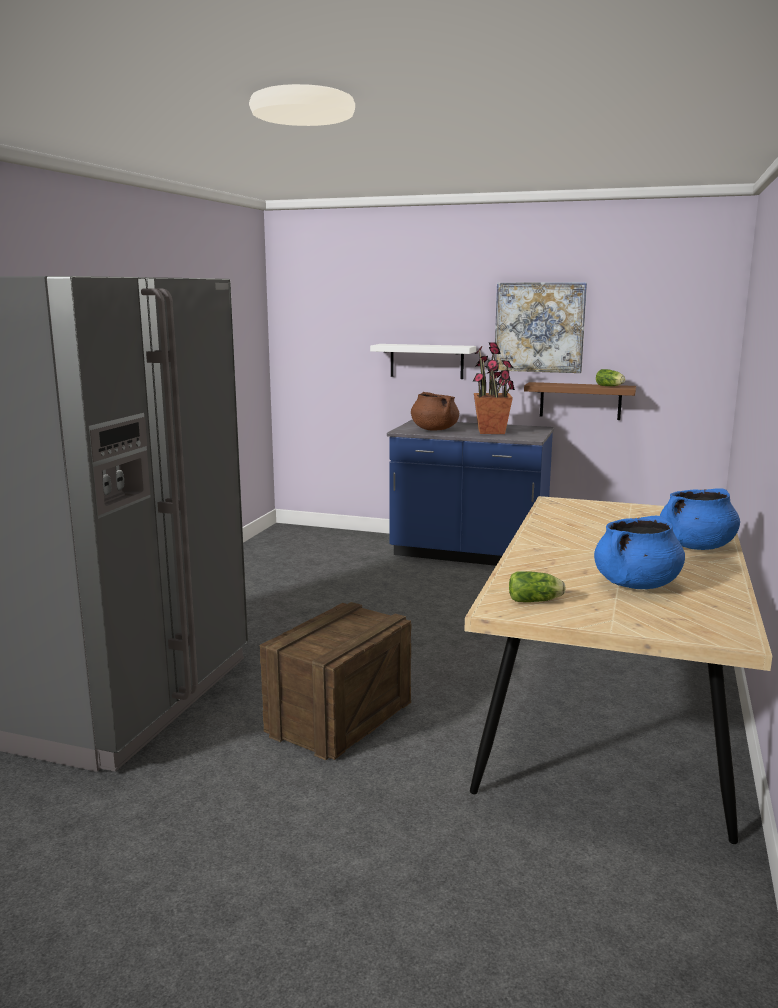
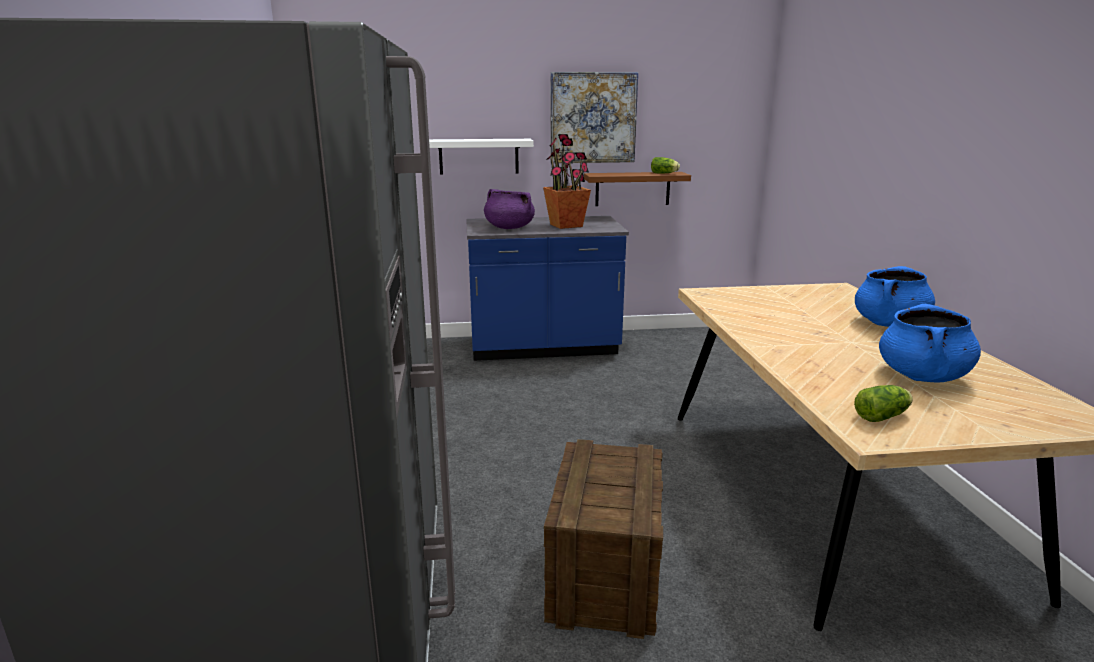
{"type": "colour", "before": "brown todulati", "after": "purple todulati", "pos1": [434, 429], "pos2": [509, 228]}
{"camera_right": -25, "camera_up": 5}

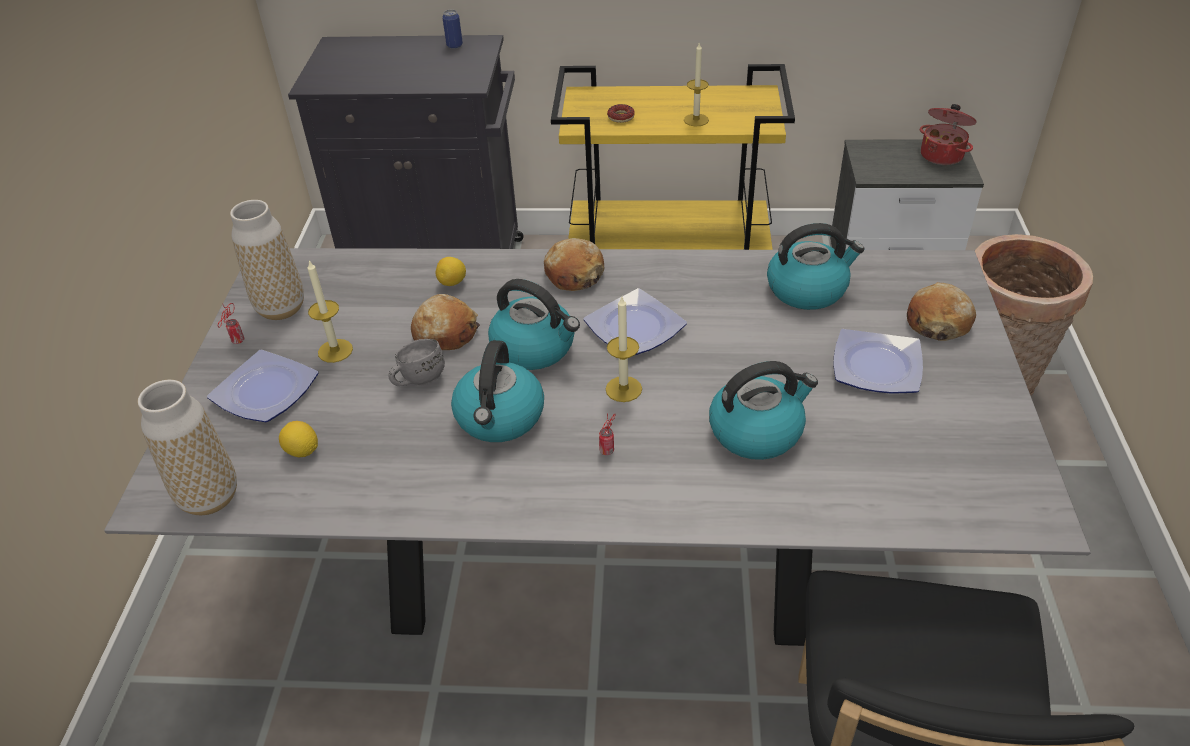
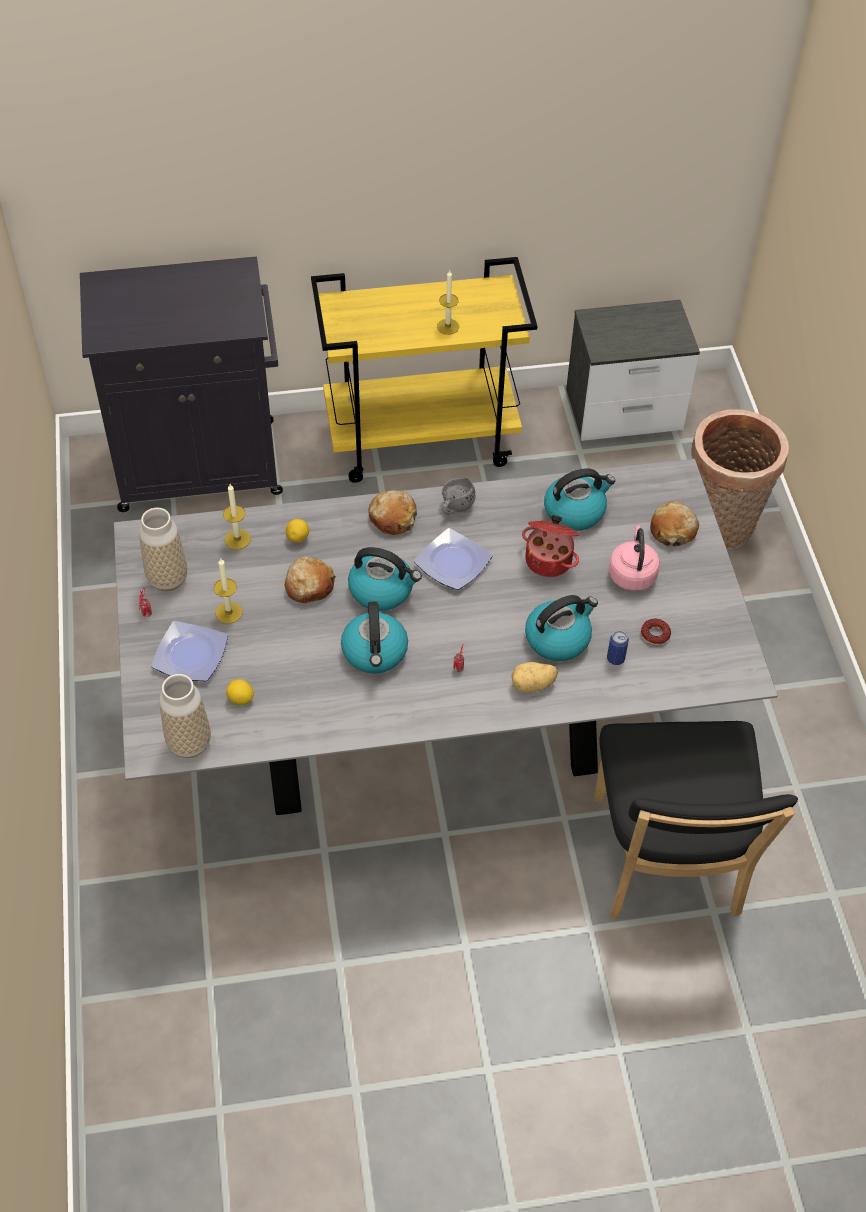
{"type": "relocated", "before": "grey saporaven", "pos1": [417, 379], "pos2": [454, 507]}
{"type": "relocated", "before": "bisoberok", "pos1": [454, 45], "pos2": [615, 658]}
{"type": "relocated", "before": "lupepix", "pos1": [623, 389], "pos2": [237, 539]}
{"type": "relocated", "before": "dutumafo", "pos1": [621, 117], "pos2": [655, 634]}
{"type": "exchanged", "before": "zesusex", "after": "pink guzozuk", "pos1": [875, 365], "pos2": [632, 574]}
{"type": "relocated", "before": "todulati", "pos1": [942, 155], "pos2": [549, 559]}
{"type": "appeared", "after": "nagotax", "pos2": [533, 685]}
{"camera_right": -15, "camera_up": 10}

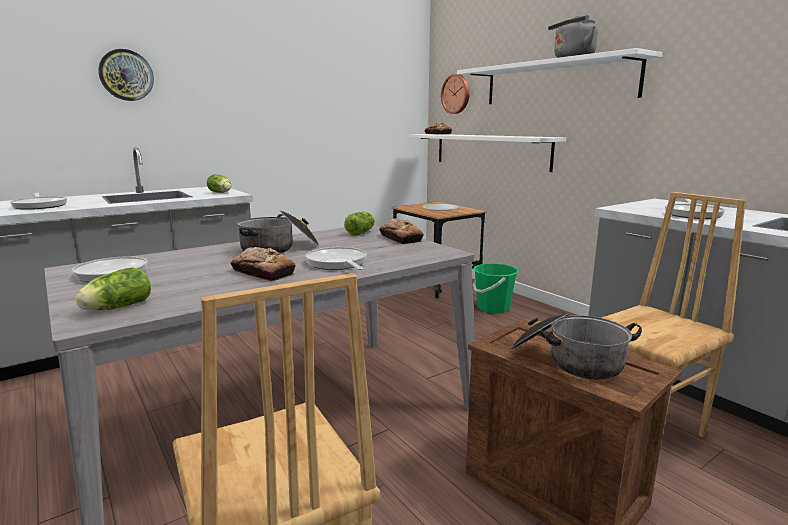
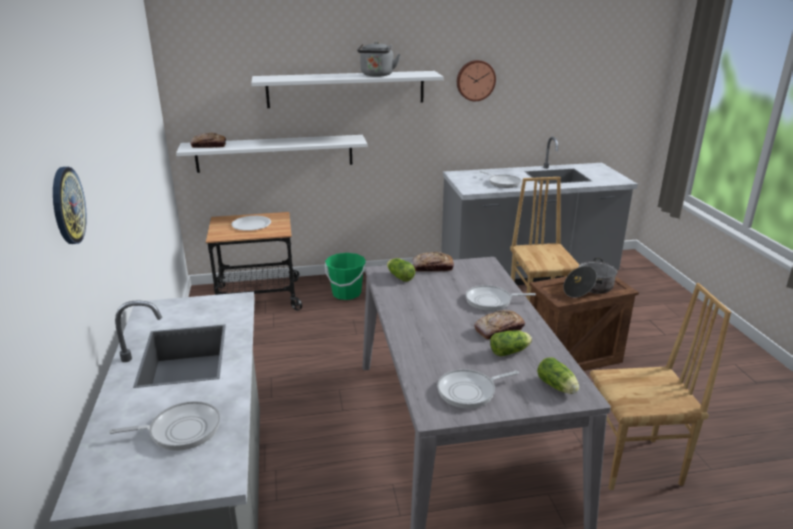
{"type": "relocated", "before": "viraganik", "pos1": [221, 193], "pos2": [511, 351]}
{"type": "missing", "before": "todulati", "pos1": [279, 248]}
{"type": "relocated", "before": "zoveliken", "pos1": [456, 94], "pos2": [475, 80]}
{"camera_right": -65, "camera_up": 10}

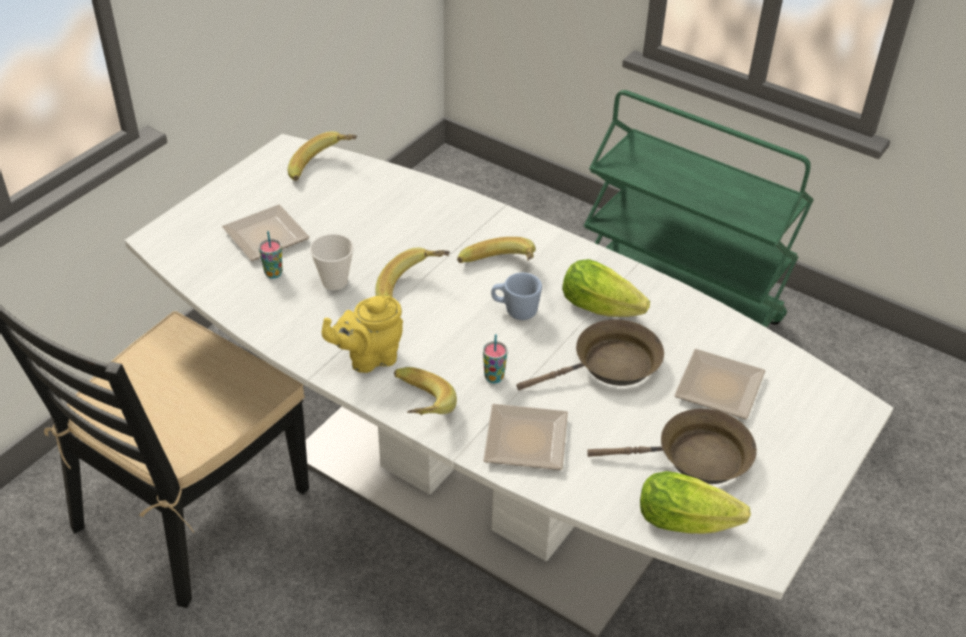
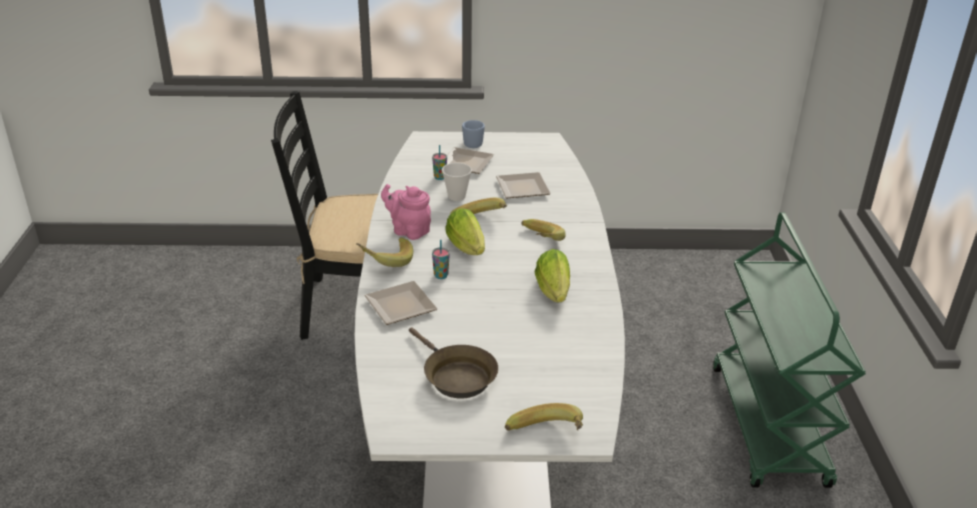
{"type": "relocated", "before": "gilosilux", "pos1": [323, 169], "pos2": [547, 437]}
{"type": "colour", "before": "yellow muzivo", "after": "pink muzivo", "pos1": [369, 358], "pos2": [408, 231]}
{"type": "relocated", "before": "blue saporaven", "pos1": [515, 311], "pos2": [471, 143]}
{"type": "missing", "before": "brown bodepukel", "pos1": [610, 365]}
{"type": "relocated", "before": "viraganik", "pos1": [691, 521], "pos2": [467, 248]}
{"type": "relocated", "before": "zesusex", "pos1": [715, 388], "pos2": [520, 188]}
{"camera_right": 55, "camera_up": -10}

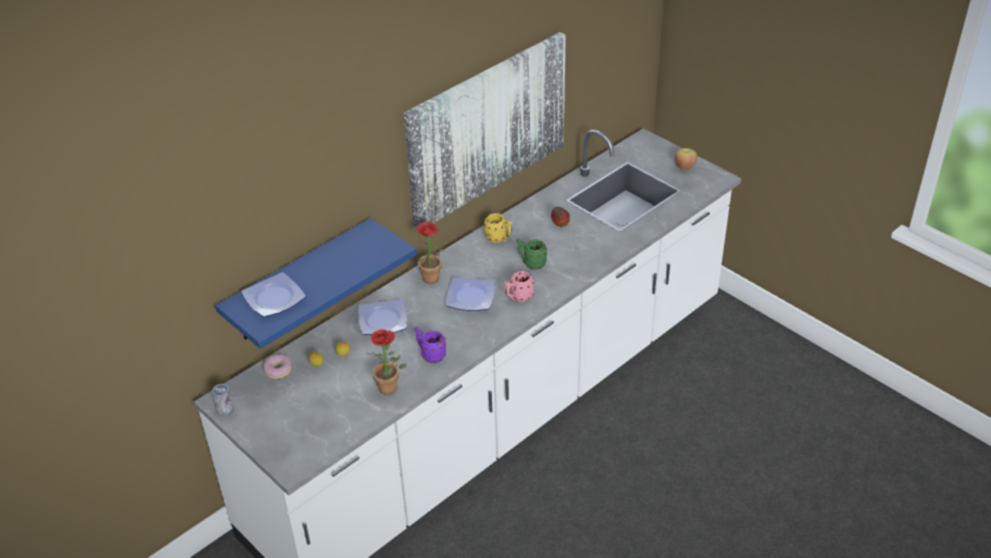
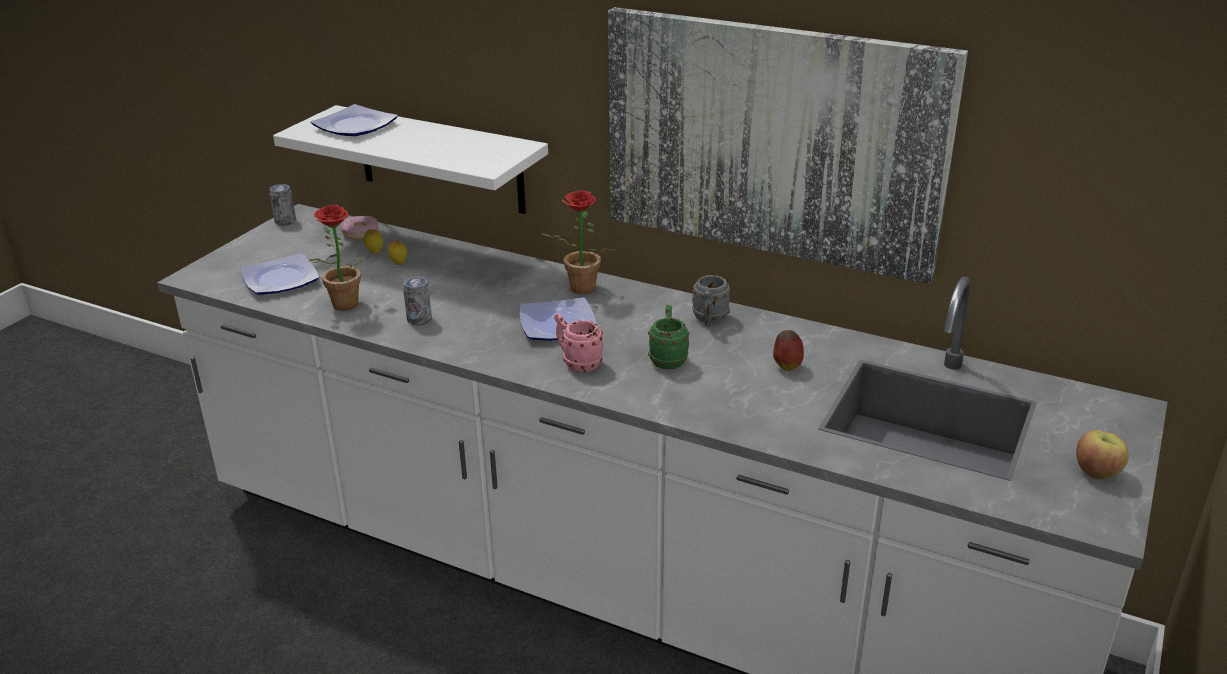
{"type": "colour", "before": "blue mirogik", "after": "white mirogik", "pos1": [299, 281], "pos2": [440, 160]}
{"type": "relocated", "before": "zesusex", "pos1": [383, 321], "pos2": [279, 280]}
{"type": "exchanged", "before": "purple saporaven", "after": "bisoberok", "pos1": [430, 355], "pos2": [419, 320]}
{"type": "colour", "before": "yellow saporaven", "after": "grey saporaven", "pos1": [499, 239], "pos2": [709, 320]}
{"camera_right": 70, "camera_up": -10}

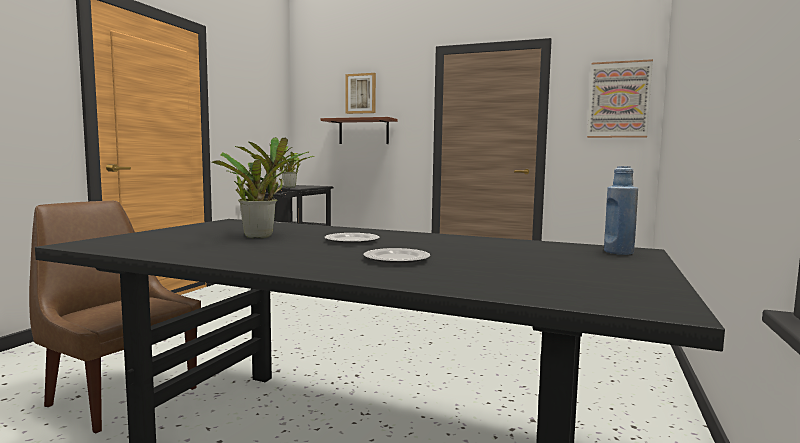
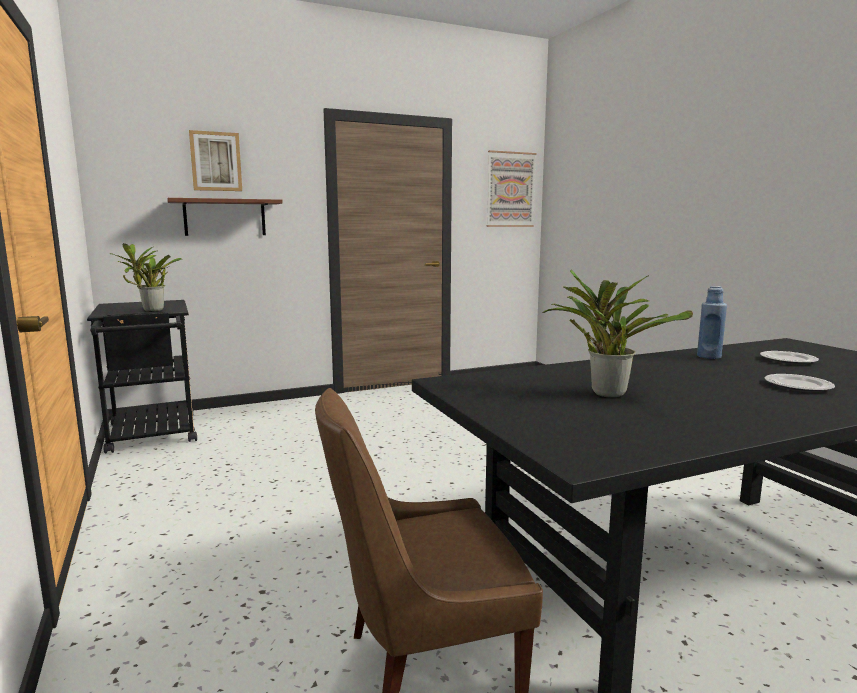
{"type": "relocated", "before": "zesusex", "pos1": [352, 241], "pos2": [788, 360]}
{"type": "relocated", "before": "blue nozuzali", "pos1": [618, 252], "pos2": [709, 356]}
{"camera_right": -45, "camera_up": 5}

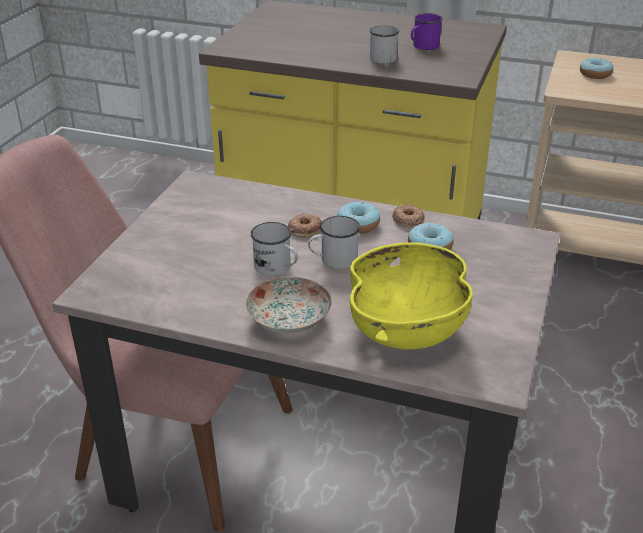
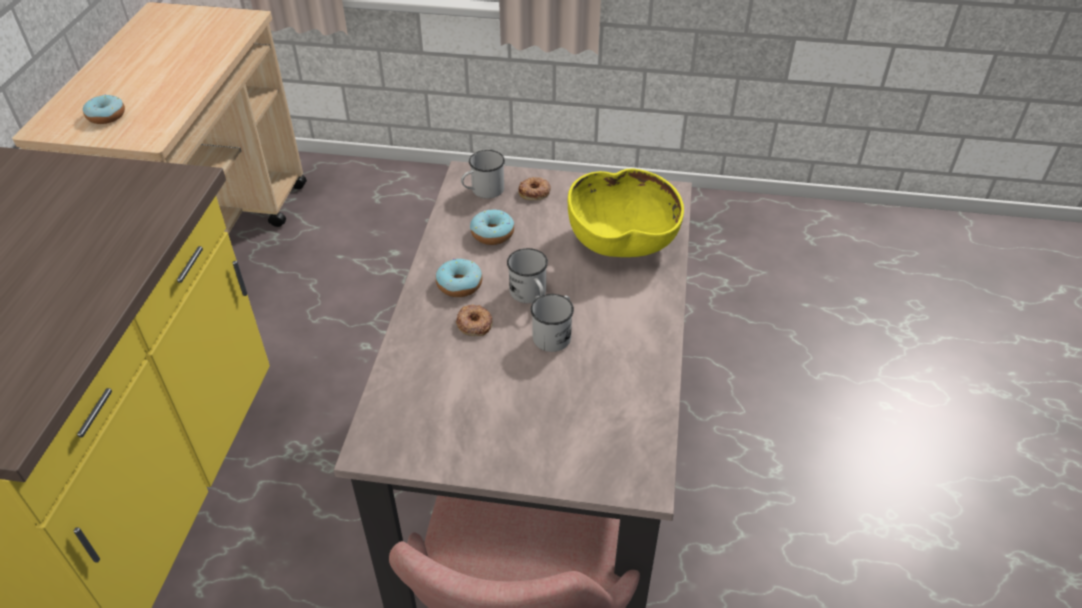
{"type": "missing", "before": "zesusex", "pos1": [289, 319]}
{"type": "relocated", "before": "white saporaven", "pos1": [381, 57], "pos2": [483, 191]}
{"type": "relocated", "before": "dutumafo", "pos1": [408, 220], "pos2": [535, 192]}
{"type": "missing", "before": "purple saporaven", "pos1": [423, 46]}
{"camera_right": -100, "camera_up": 10}

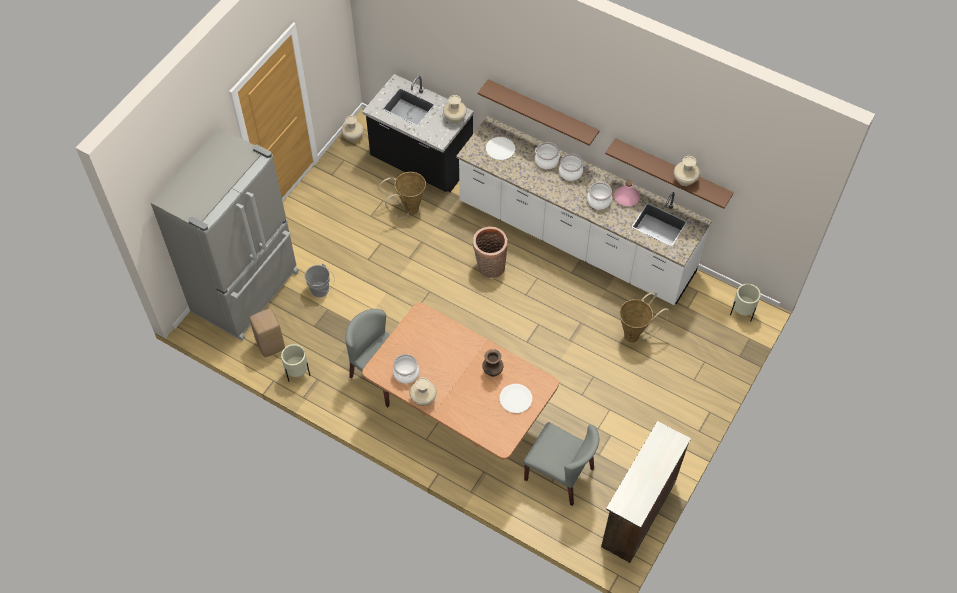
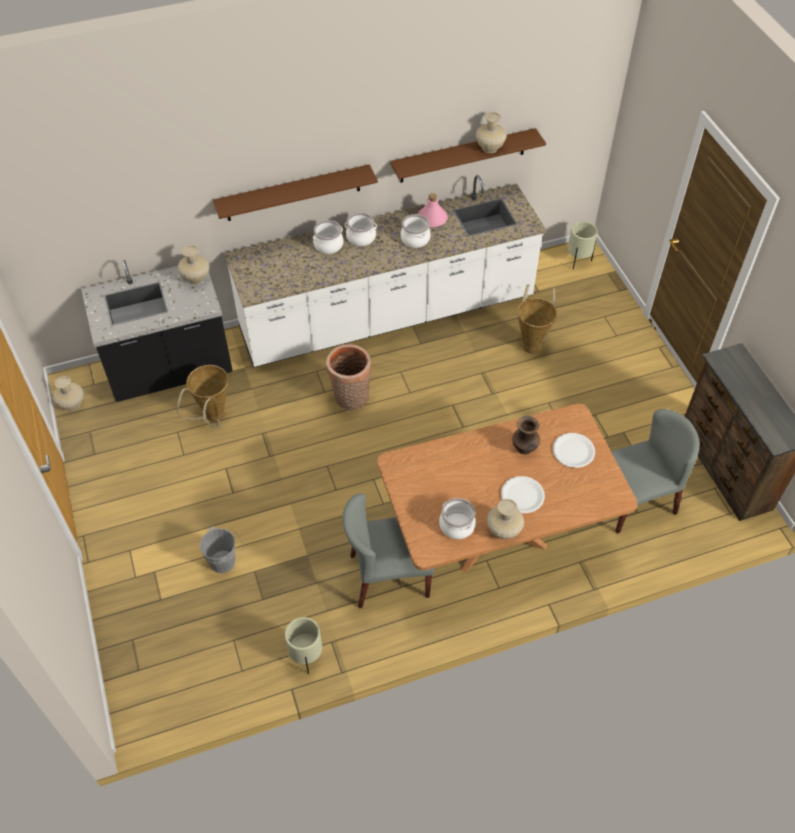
{"type": "missing", "before": "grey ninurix", "pos1": [248, 292]}
{"type": "missing", "before": "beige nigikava", "pos1": [270, 345]}
{"type": "relocated", "before": "white zesusex", "pos1": [500, 149], "pos2": [522, 495]}
{"camera_right": -50, "camera_up": -5}

